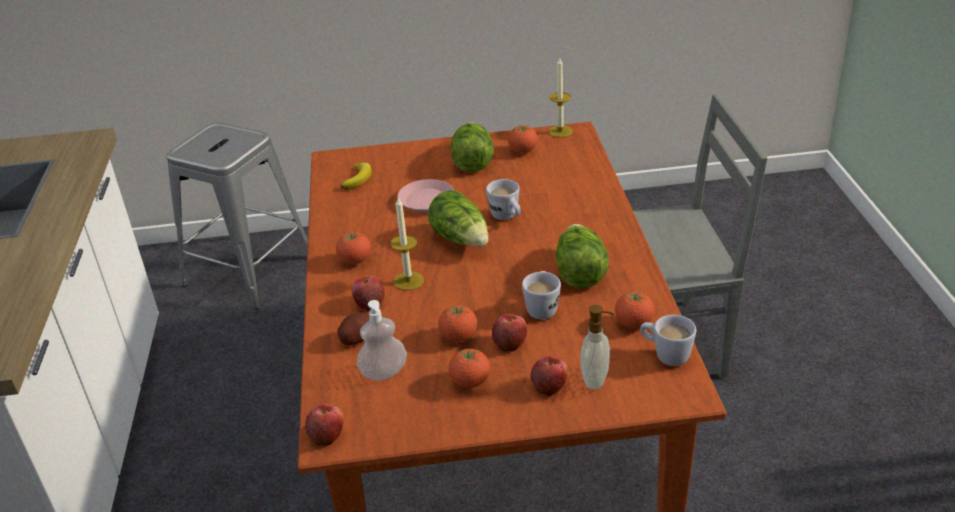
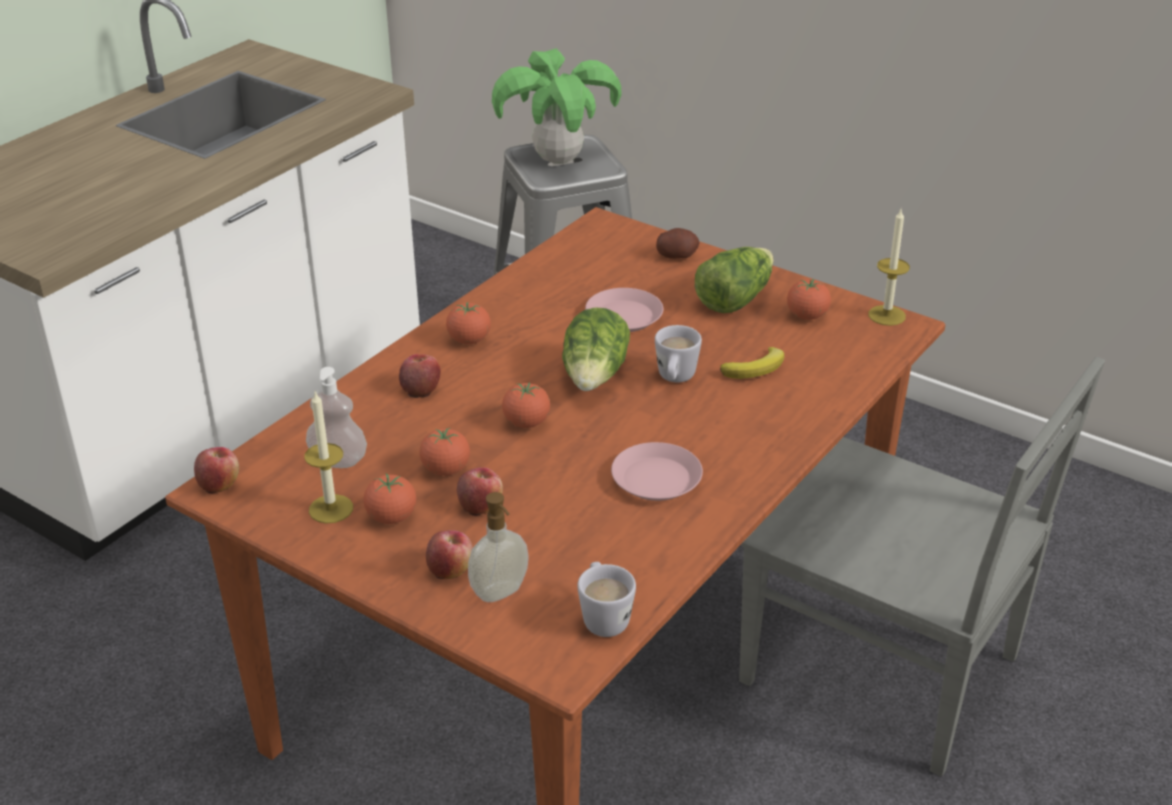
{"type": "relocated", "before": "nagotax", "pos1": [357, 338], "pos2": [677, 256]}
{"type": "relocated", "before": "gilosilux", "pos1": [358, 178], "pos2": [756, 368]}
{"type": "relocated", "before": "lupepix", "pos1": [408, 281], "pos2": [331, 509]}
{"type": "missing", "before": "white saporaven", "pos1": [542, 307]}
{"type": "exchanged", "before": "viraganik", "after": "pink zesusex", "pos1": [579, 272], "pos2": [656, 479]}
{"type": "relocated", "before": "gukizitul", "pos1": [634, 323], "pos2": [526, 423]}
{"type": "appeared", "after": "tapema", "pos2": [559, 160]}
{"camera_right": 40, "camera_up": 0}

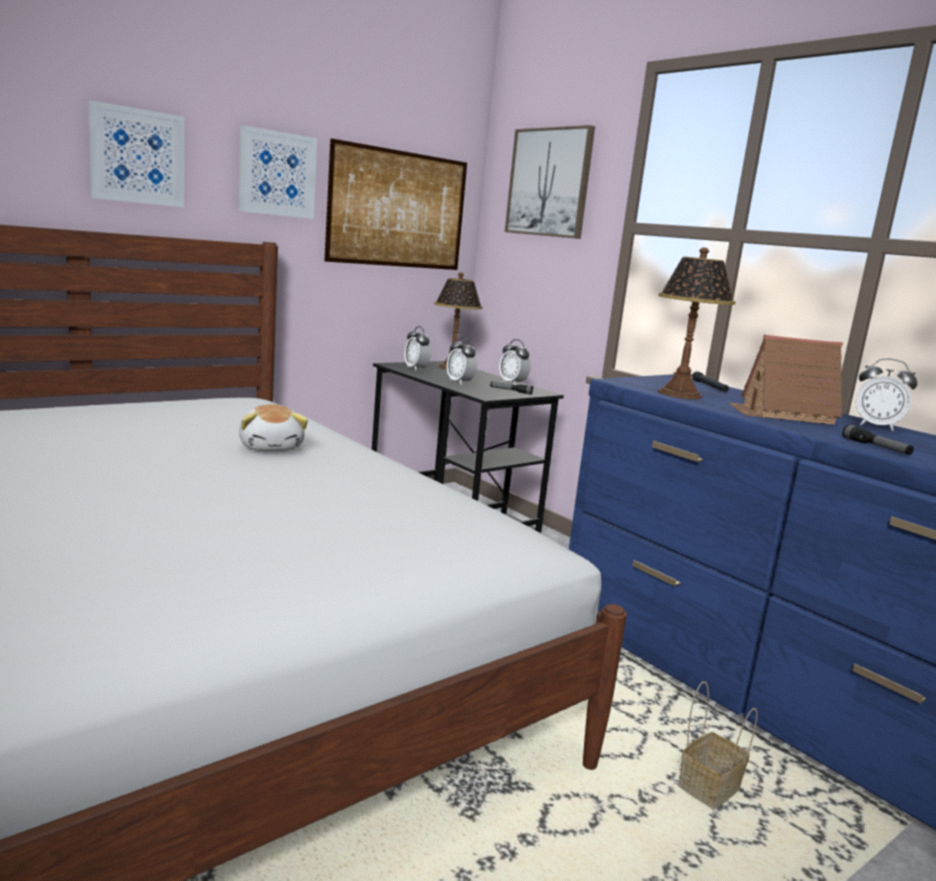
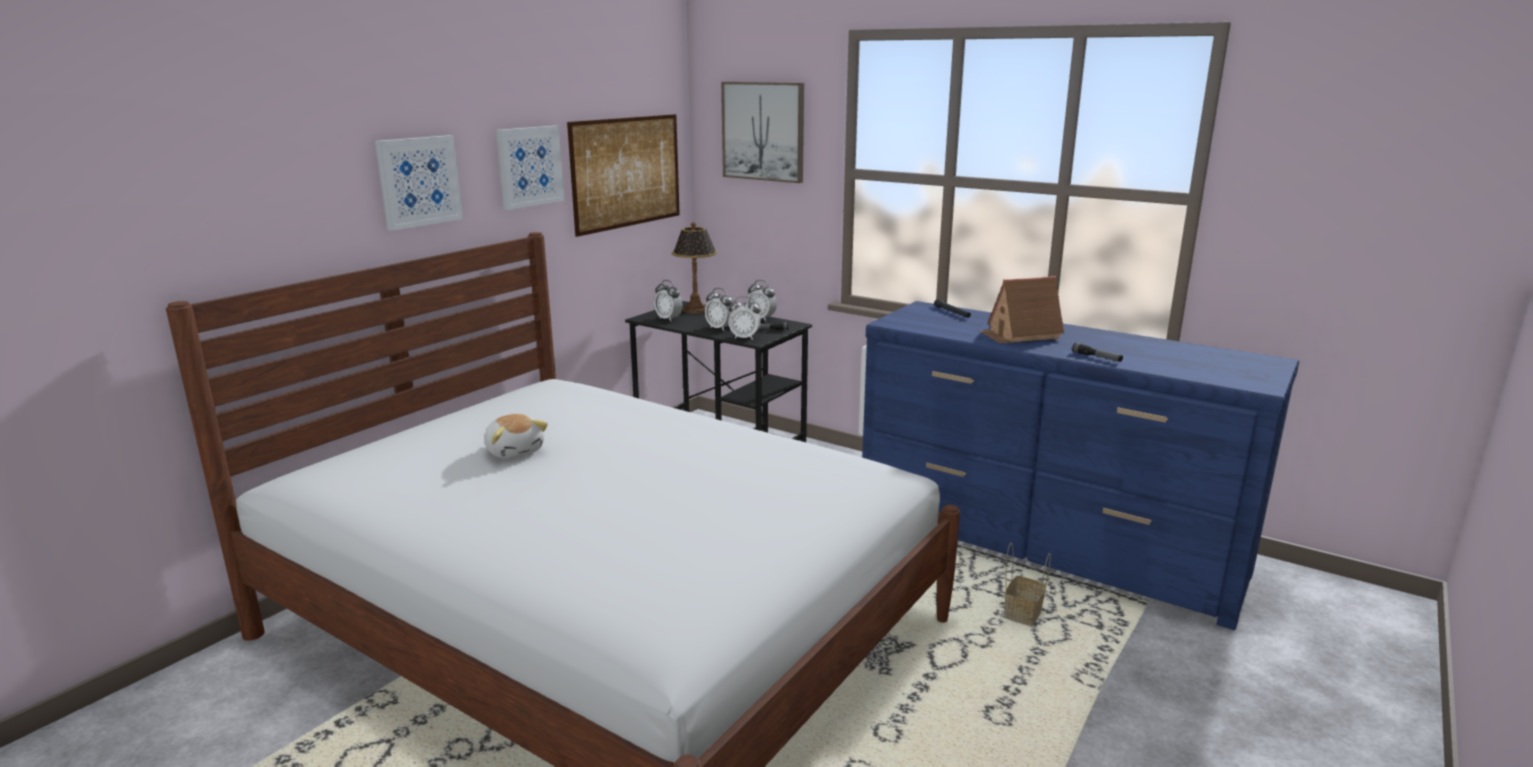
{"type": "relocated", "before": "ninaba", "pos1": [272, 447], "pos2": [515, 451]}
{"type": "missing", "before": "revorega", "pos1": [679, 394]}
{"type": "relocated", "before": "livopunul", "pos1": [876, 426], "pos2": [744, 338]}
{"camera_right": -15, "camera_up": 5}

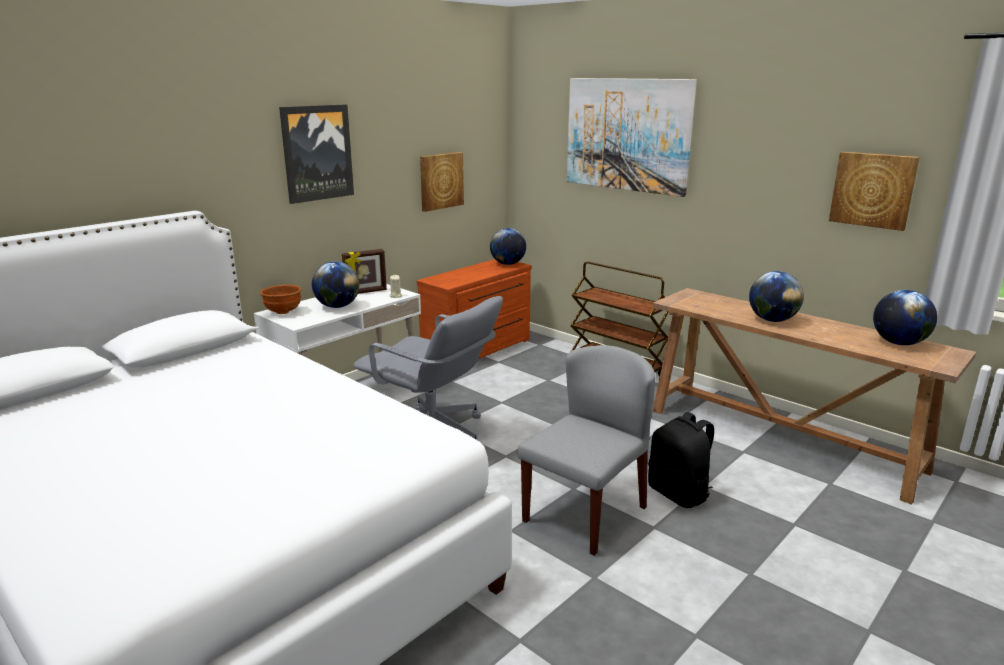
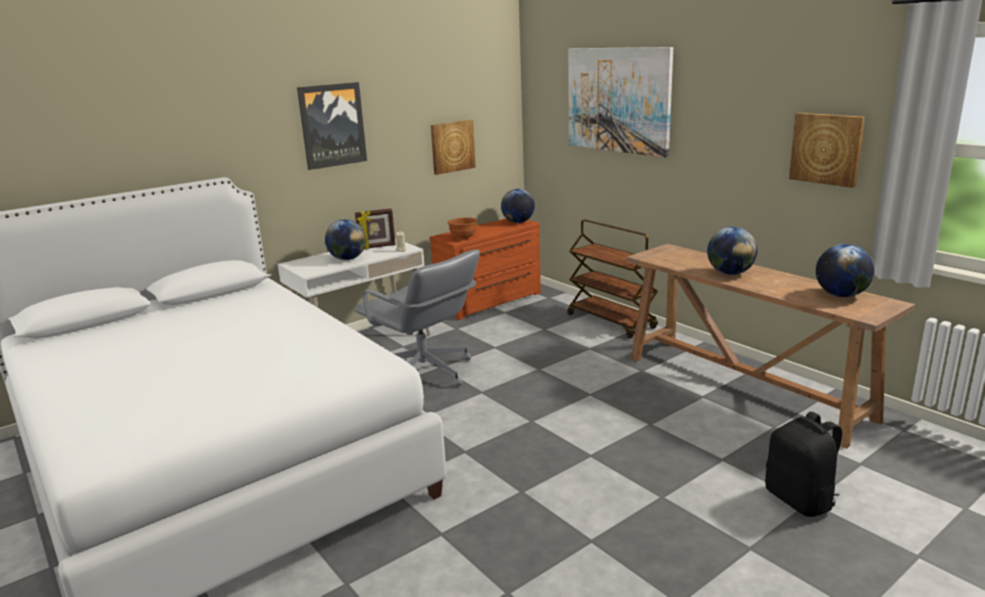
{"type": "relocated", "before": "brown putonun", "pos1": [283, 312], "pos2": [463, 238]}
{"type": "missing", "before": "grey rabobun", "pos1": [585, 513]}
{"type": "relocated", "before": "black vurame", "pos1": [679, 494], "pos2": [800, 500]}
{"camera_right": 10, "camera_up": 0}

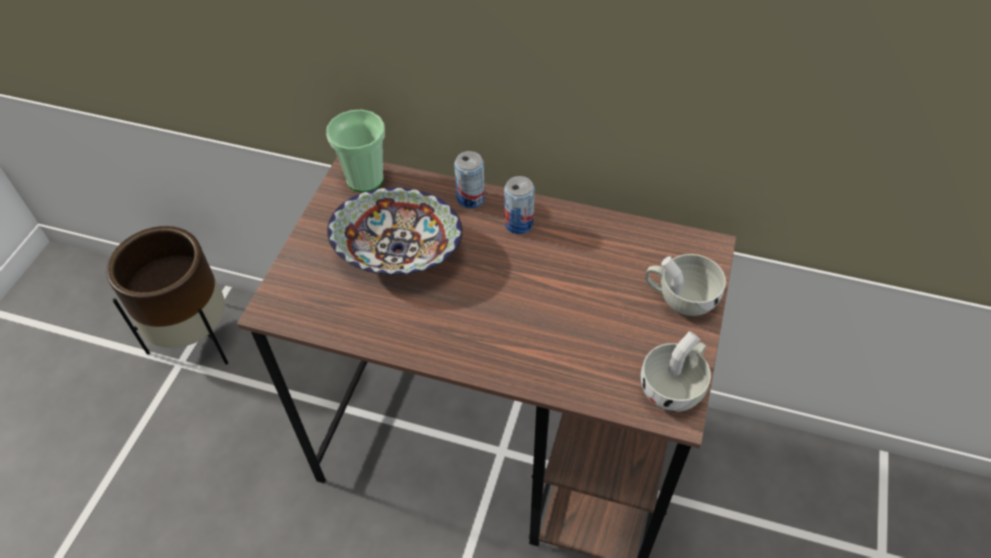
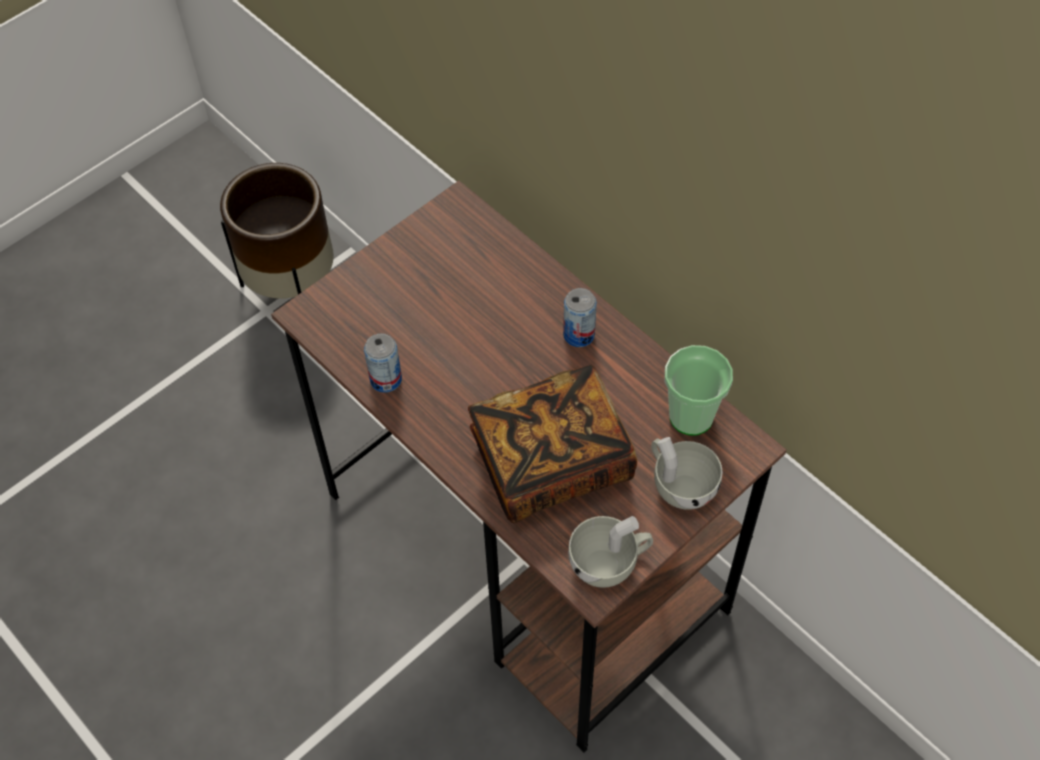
{"type": "relocated", "before": "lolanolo", "pos1": [365, 179], "pos2": [691, 416]}
{"type": "missing", "before": "putonun", "pos1": [399, 252]}
{"type": "relocated", "before": "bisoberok", "pos1": [470, 198], "pos2": [386, 379]}
{"type": "appeared", "after": "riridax", "pos2": [551, 461]}
{"camera_right": 30, "camera_up": 5}

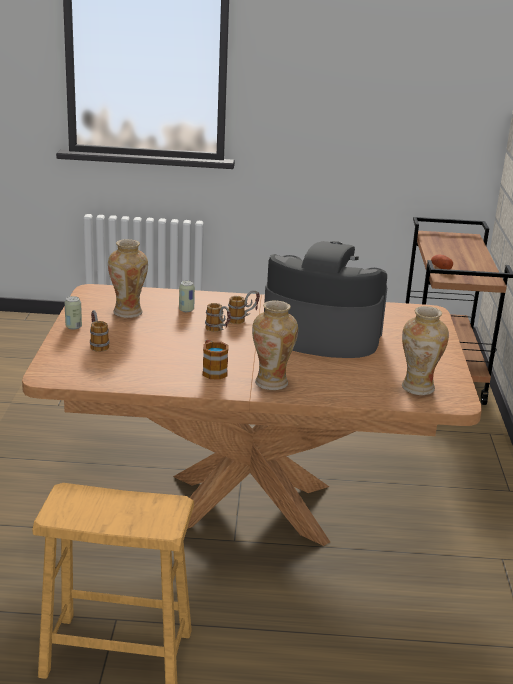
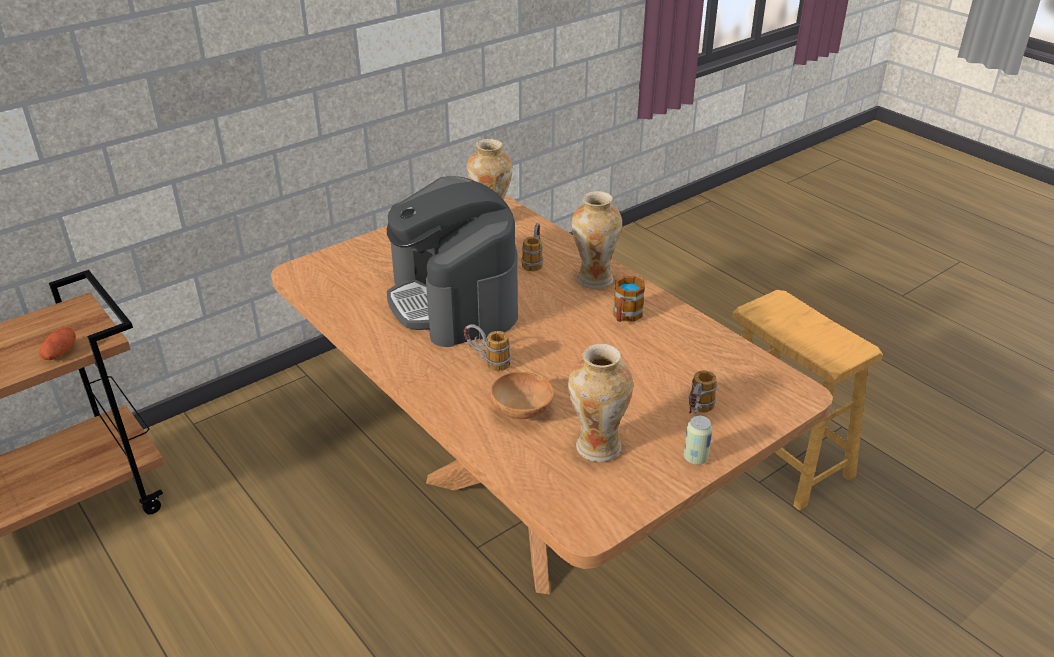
{"type": "exchanged", "before": "bisoberok", "after": "brown putonun", "pos1": [186, 310], "pos2": [523, 411]}
{"type": "relocated", "before": "saporaven", "pos1": [218, 331], "pos2": [534, 261]}
{"camera_right": -130, "camera_up": 10}

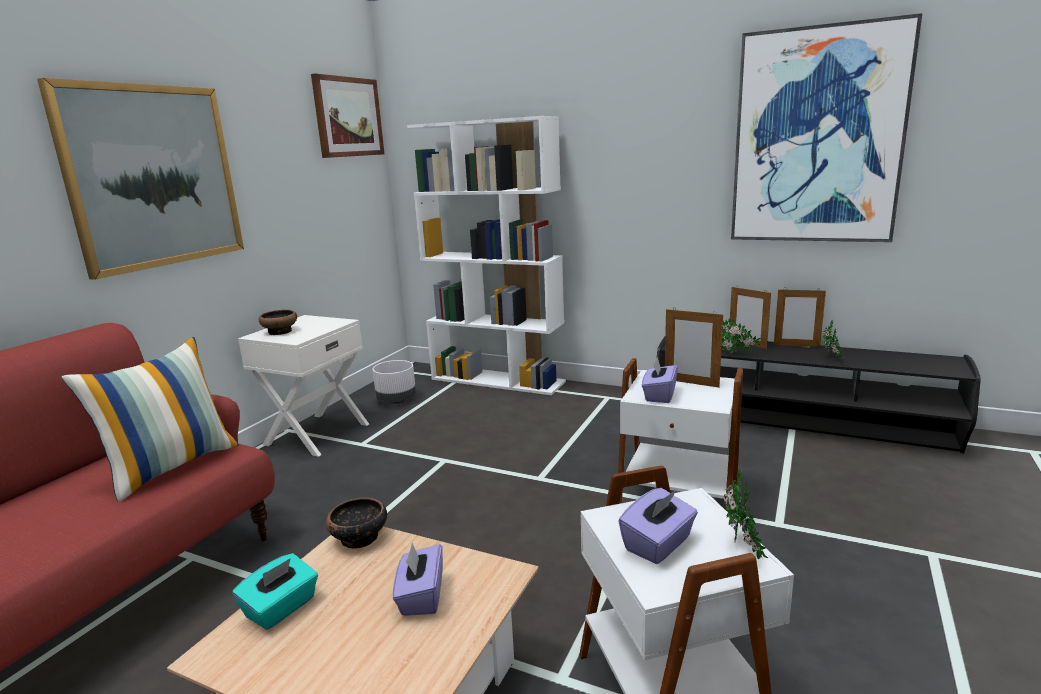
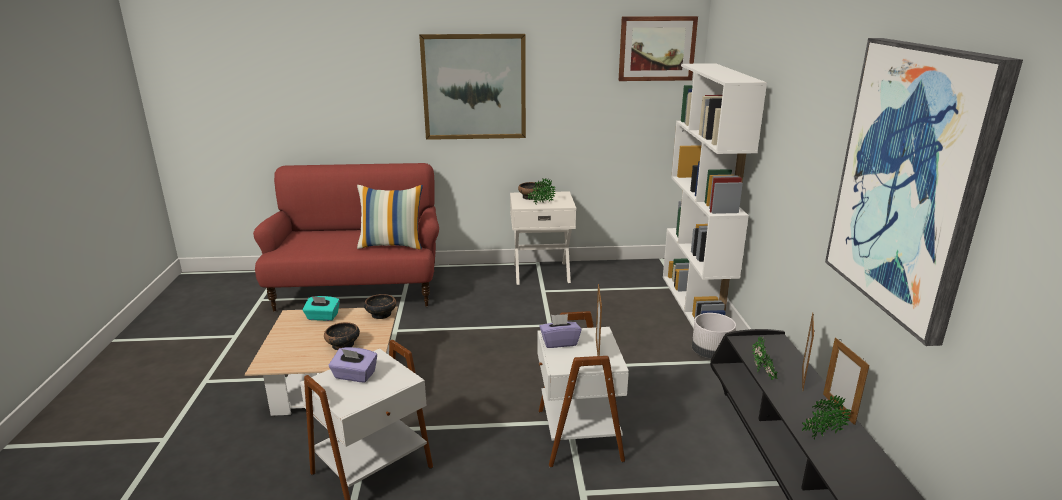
{"type": "relocated", "before": "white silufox", "pos1": [397, 400], "pos2": [711, 353]}
{"type": "exchanged", "before": "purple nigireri", "after": "putonun", "pos1": [421, 596], "pos2": [343, 345]}
{"type": "relocated", "before": "tapema", "pos1": [742, 549], "pos2": [540, 203]}
{"camera_right": 60, "camera_up": 5}

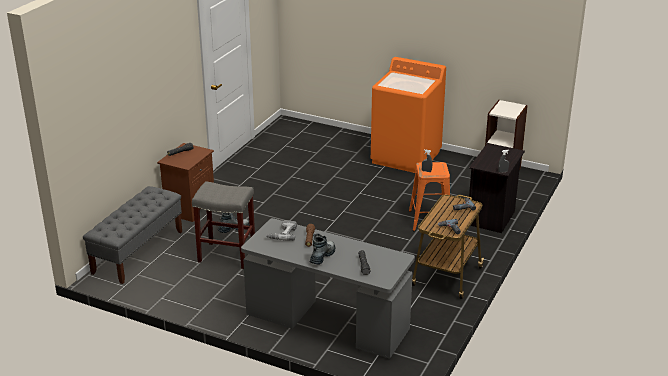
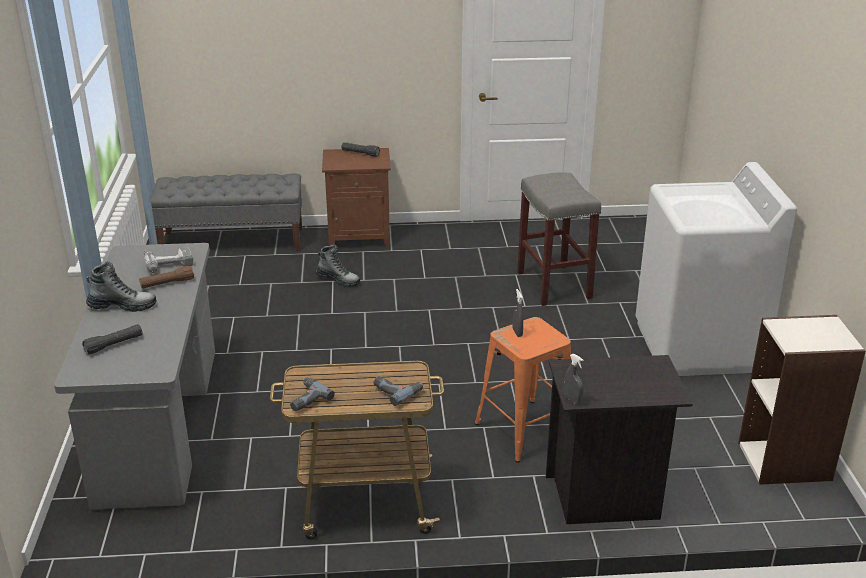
{"type": "relocated", "before": "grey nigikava", "pos1": [226, 255], "pos2": [553, 284]}
{"type": "colour", "before": "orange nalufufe", "after": "white nalufufe", "pos1": [406, 157], "pos2": [698, 347]}
{"camera_right": 60, "camera_up": 0}

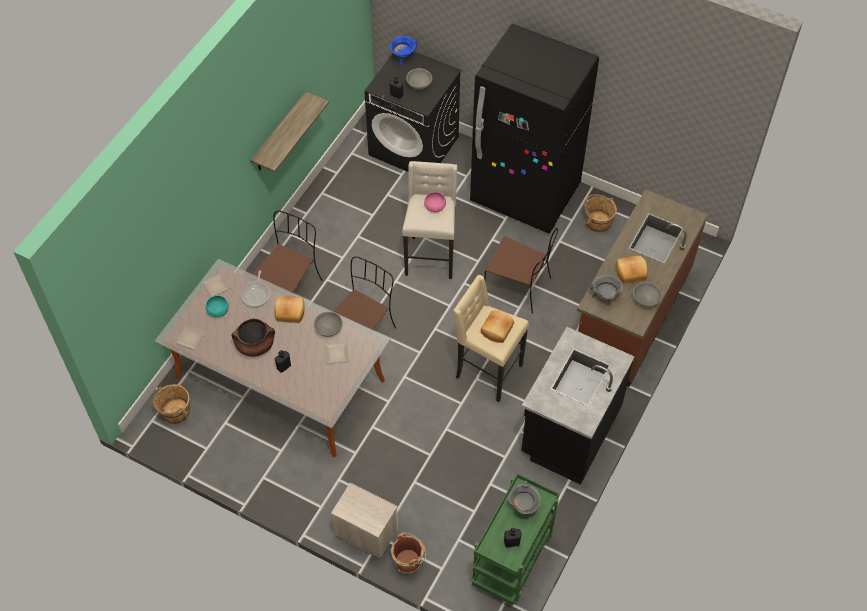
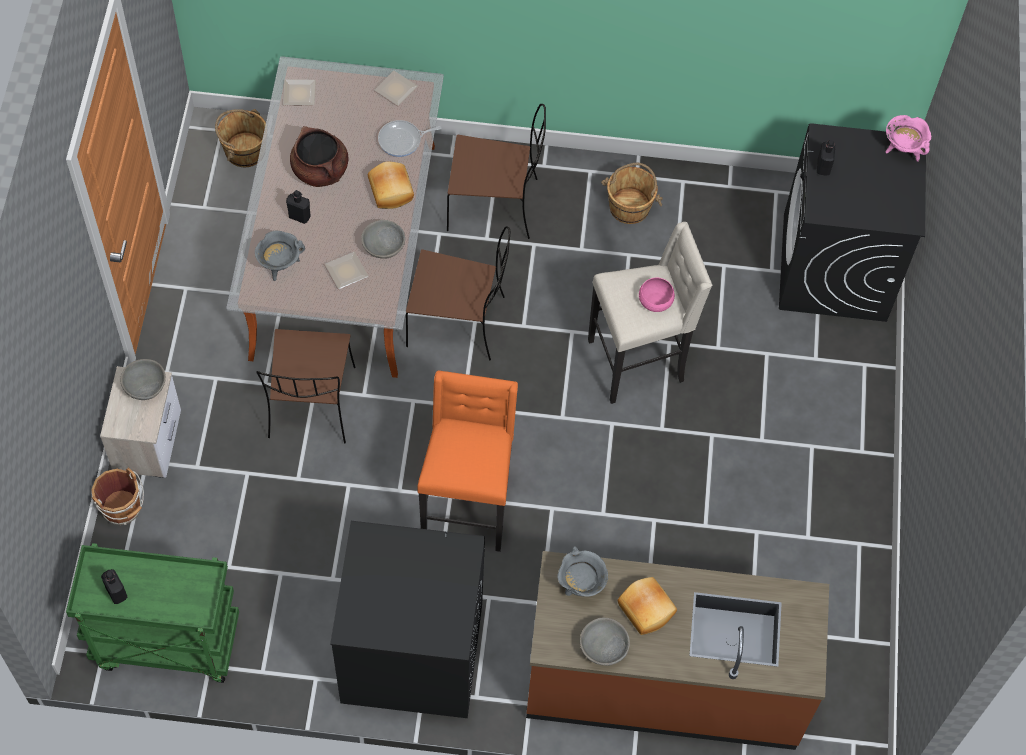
{"type": "missing", "before": "turquoise putonun", "pos1": [218, 310]}
{"type": "missing", "before": "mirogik", "pos1": [279, 133]}
{"type": "colour", "before": "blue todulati", "after": "pink todulati", "pos1": [403, 58], "pos2": [903, 150]}
{"type": "relocated", "before": "grey putonun", "pos1": [419, 84], "pos2": [145, 387]}
{"type": "colour", "before": "beige nigikava", "after": "orange nigikava", "pos1": [487, 372], "pos2": [467, 507]}
{"type": "missing", "before": "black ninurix", "pos1": [525, 194]}
{"type": "missing", "before": "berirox", "pos1": [497, 330]}
{"type": "relocated", "before": "brown rabobun", "pos1": [518, 287], "pos2": [311, 405]}
{"type": "relocated", "before": "grey todulati", "pos1": [523, 507], "pos2": [280, 265]}
{"type": "exchanged", "before": "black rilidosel", "after": "black nalufufe", "pos1": [569, 431], "pos2": [411, 654]}
{"type": "relocated", "before": "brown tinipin", "pos1": [597, 221], "pos2": [630, 206]}
{"camera_right": 65, "camera_up": 5}

